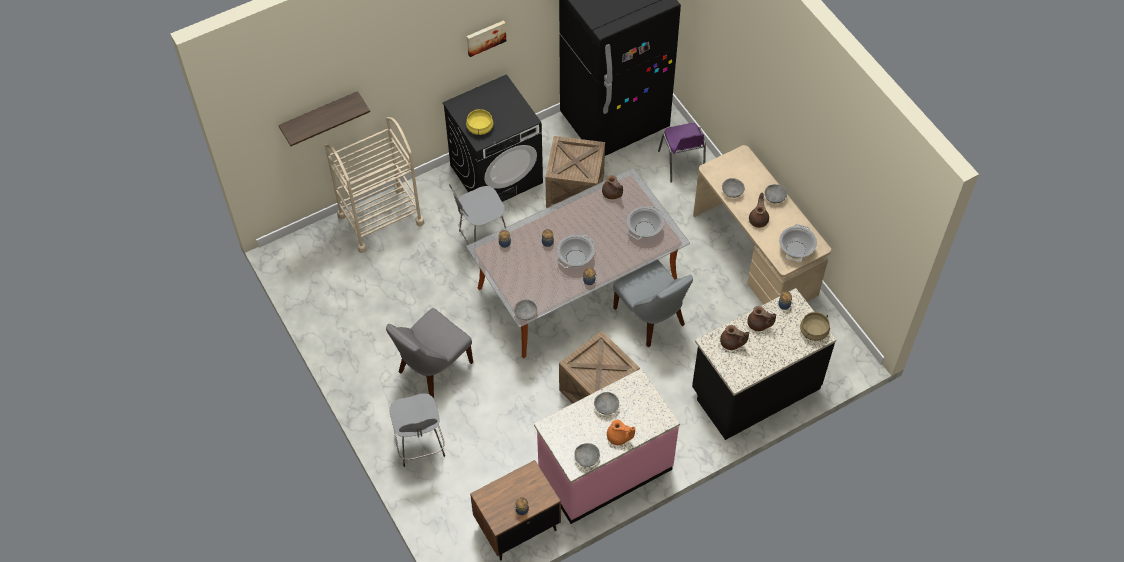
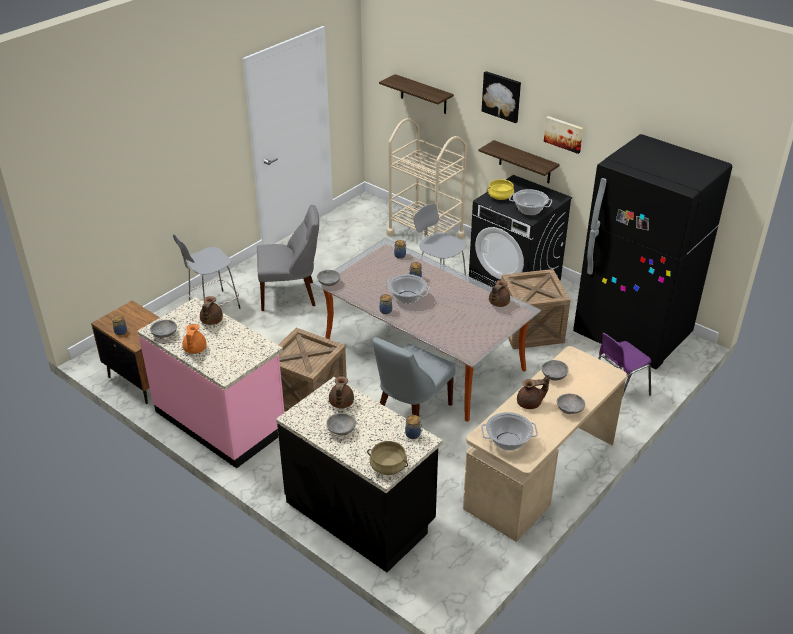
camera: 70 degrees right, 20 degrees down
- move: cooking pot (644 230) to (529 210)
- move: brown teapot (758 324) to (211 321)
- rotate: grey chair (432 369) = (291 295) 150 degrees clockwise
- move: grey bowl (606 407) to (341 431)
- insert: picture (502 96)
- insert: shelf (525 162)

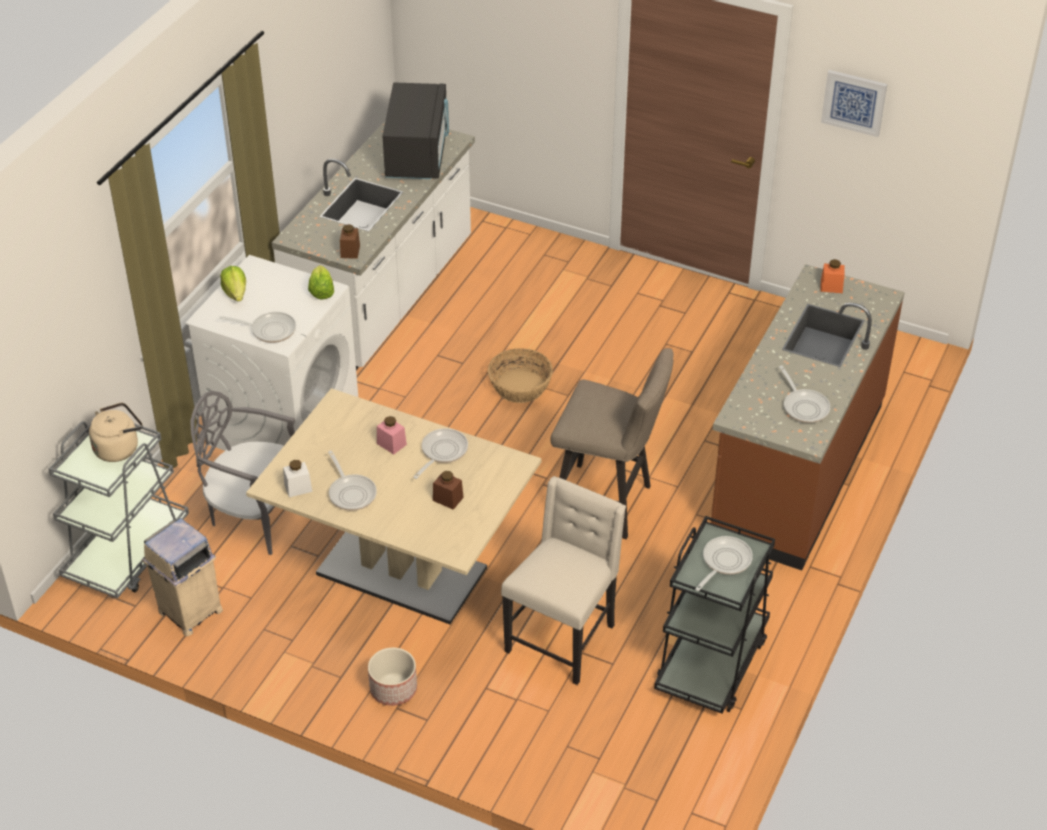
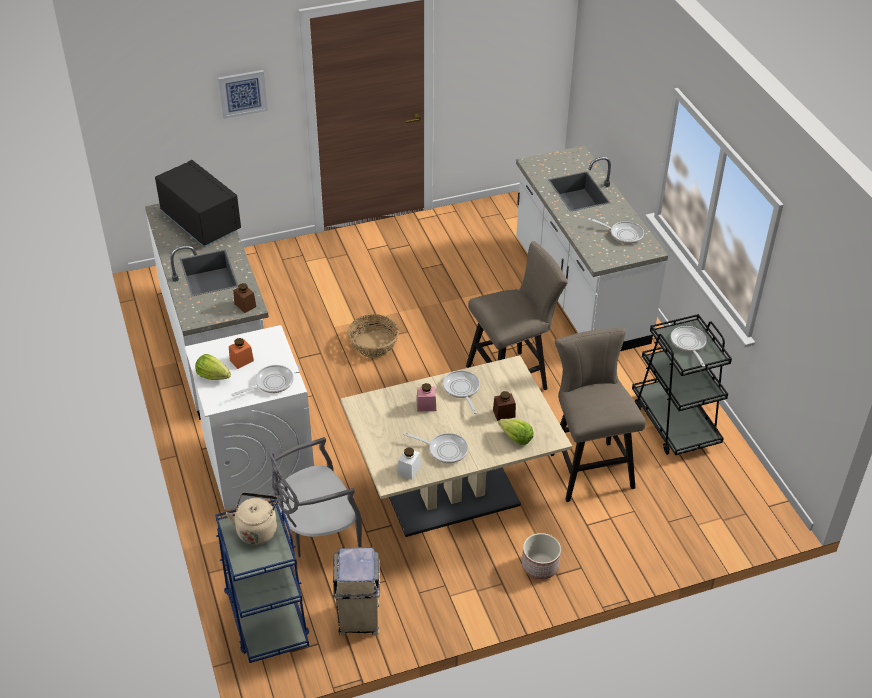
camera: 45 degrees left, 0 degrees up
- move: picture (854 102) to (242 93)
- move: orange jar (831 286) to (241 360)
- recolor: brown counter (796 469) to white counter (579 293)
- move: lettuce (321 291) to (516 438)
- recolor: grey cart (128 553) to blue cart (266 616)
- replace: beige chair (562 638) to beige stool (588 466)

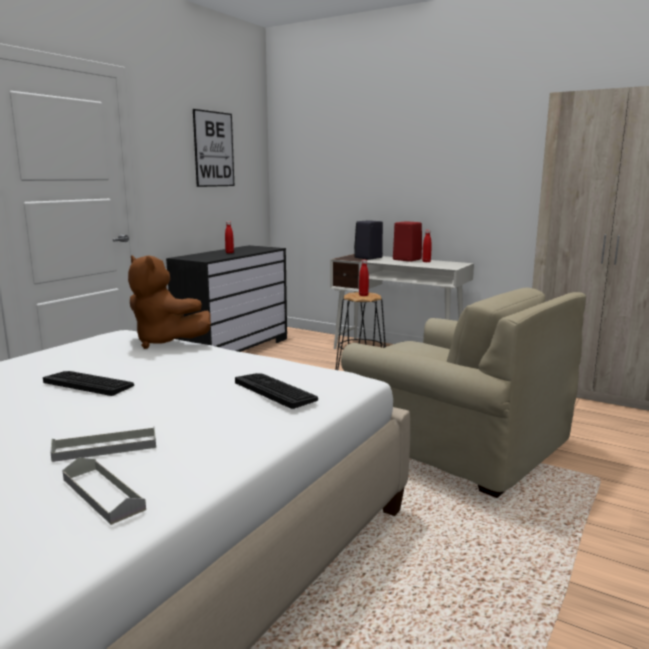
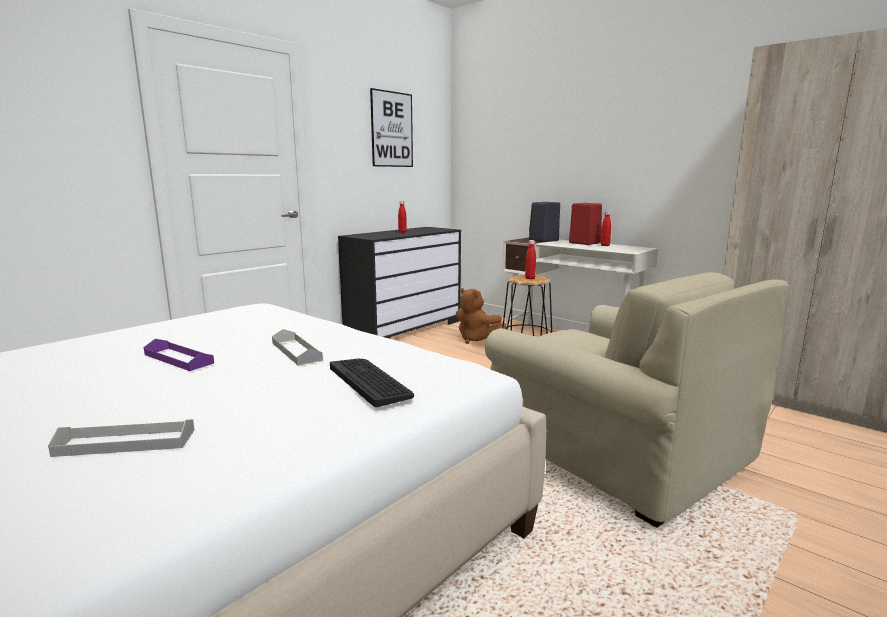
camera: 10 degrees right, 0 degrees up
- move: brown plush toy (165 342) to (476 340)
- replace: keyboard (89 383) to purple tray (178 359)
- move: grey tray (103 494) to (296 351)

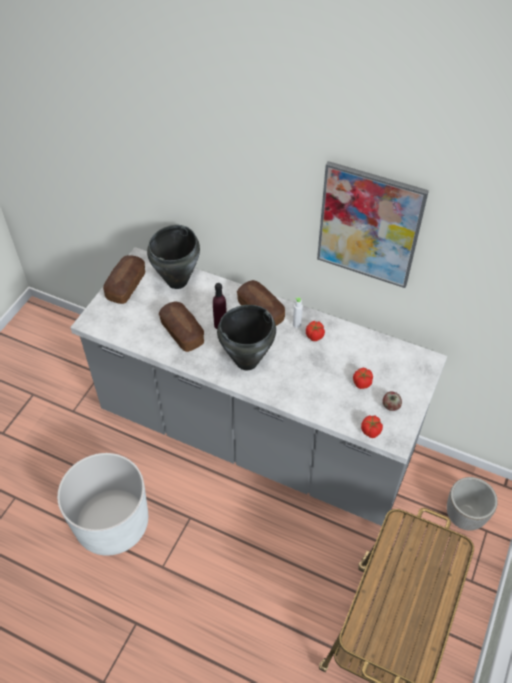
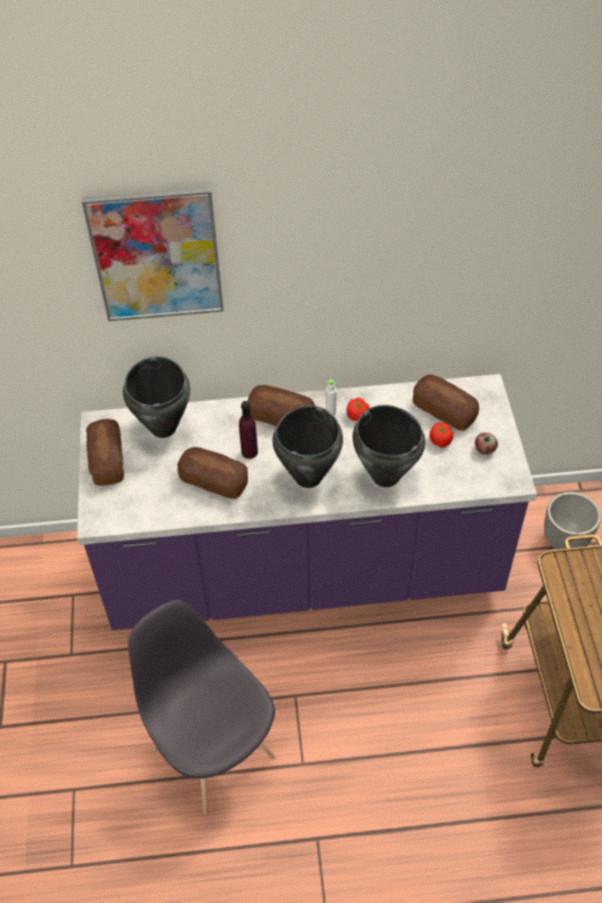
camera: 30 degrees left, 0 degrees up
- move: picture (369 225) to (156 255)
- recolor: grey counter (256 435) to purple counter (304 570)
- delete: tomato (371 431)
- replace: white planter (112 523) to grey chair (213 751)
- insert: bread (444 411)
- insert: black cooking pot (385 475)

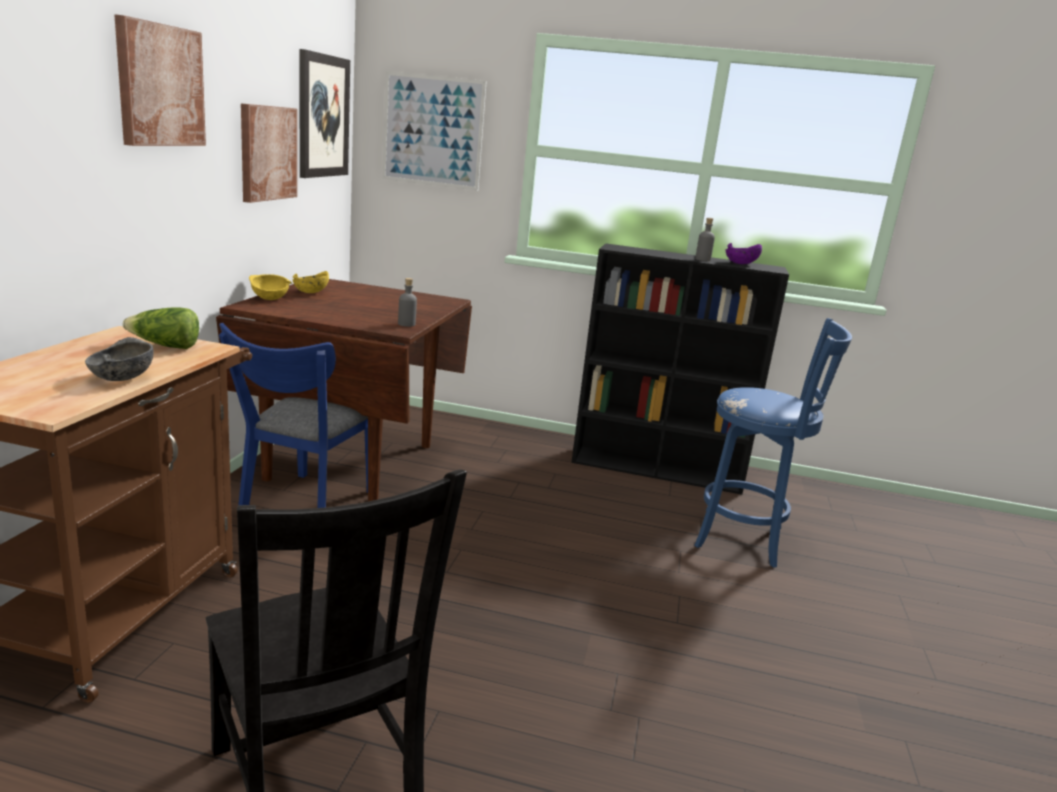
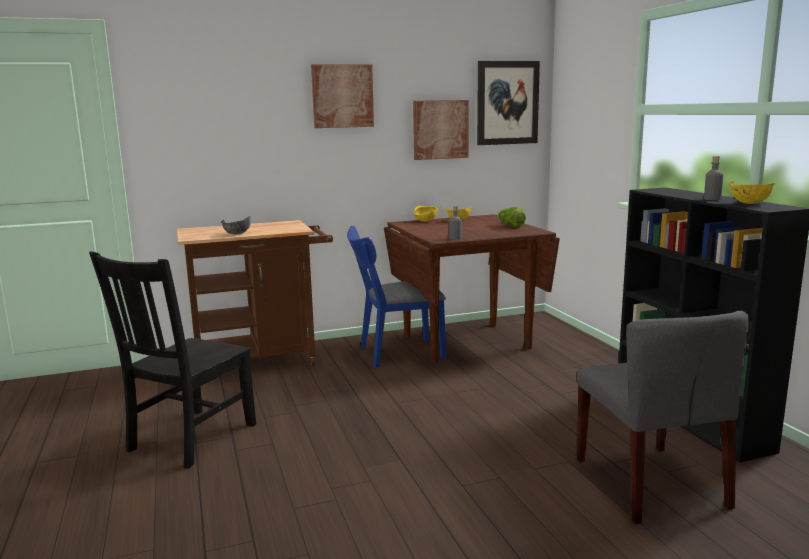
camera: 60 degrees right, 5 degrees down
- delete: picture (433 131)
- recolor: purple bowl (740 263) to yellow bowl (749 203)
- move: lettuce (165 346) to (510 226)
- replace: blue stool (745 539) to grey chair (651 483)

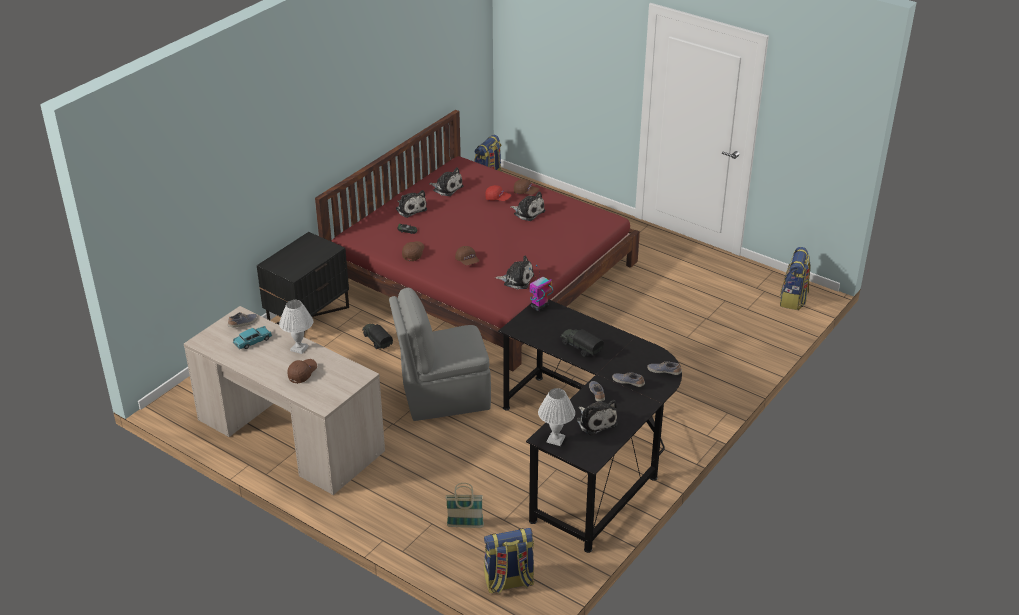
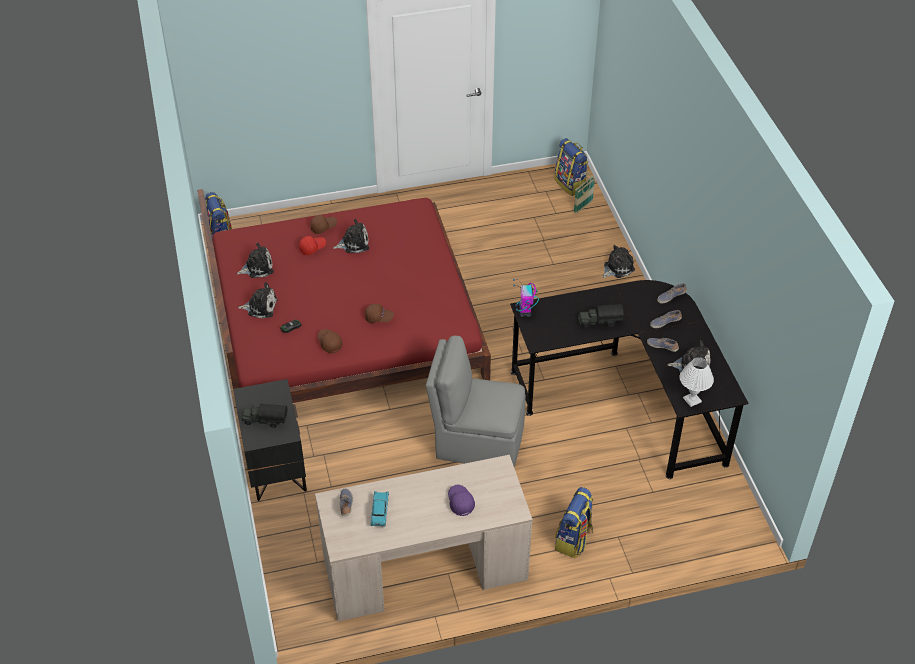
camera: 50 degrees left, 10 degrees up
- move: plush toy (516 280) to (617 268)
- rotate: grey chair (443 397) = (477 441) 75 degrees clockwise
- delete: white table lamp (299 348)
- move: toy truck (377 341) to (264 420)
- recolor: brown cap (302 374) to purple cap (460 502)
- move: basket (465 525) to (583 207)
- move: backpack (508 582) to (573 540)

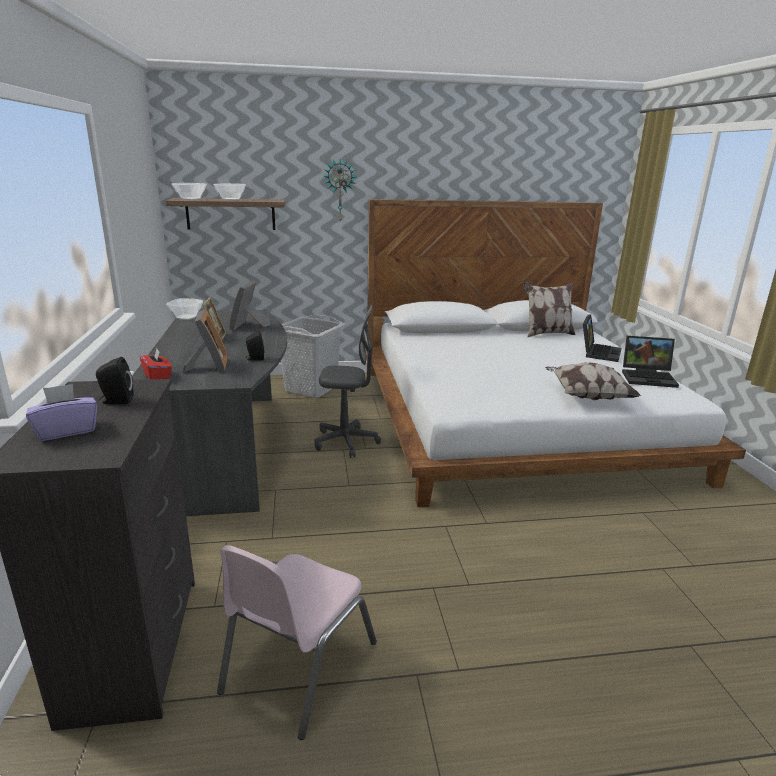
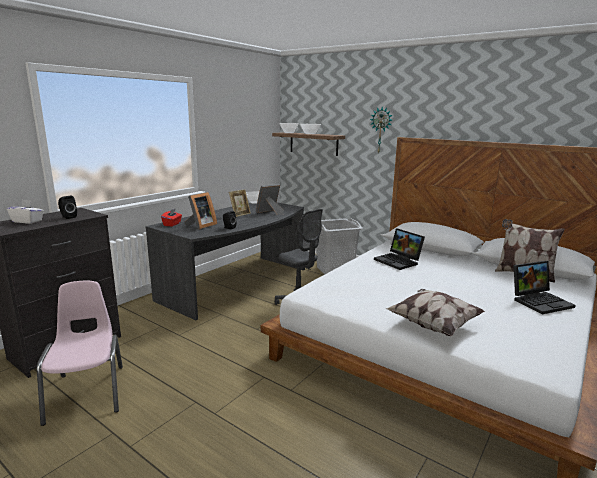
camera: 45 degrees right, 5 degrees down
- move: laptop (649 377) to (399 261)
- recolor: purple tissue box (67 431) to white tissue box (27 221)
- rotate: pink chair (298 666) = (87 393) 90 degrees clockwise

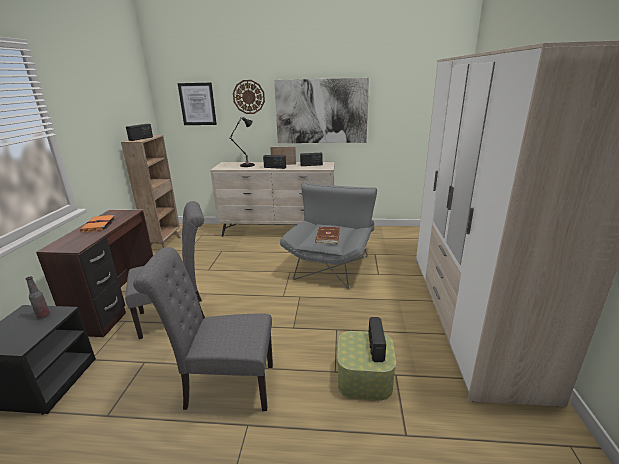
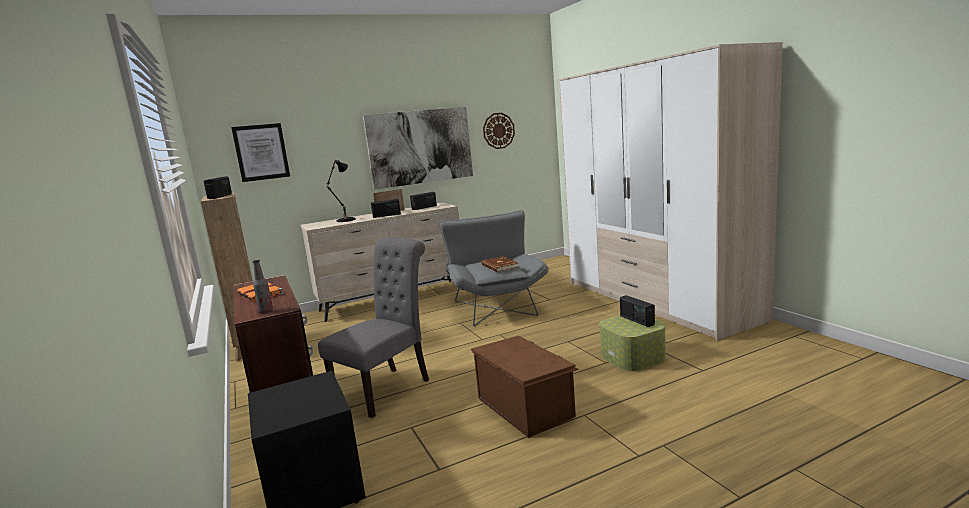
camera: 30 degrees left, 10 degrees down
- move: wall clock (249 97) to (498 130)
- replace: grey chair (224 386) to brown storage box (525 406)
- move: bottle (43 315) to (266 311)

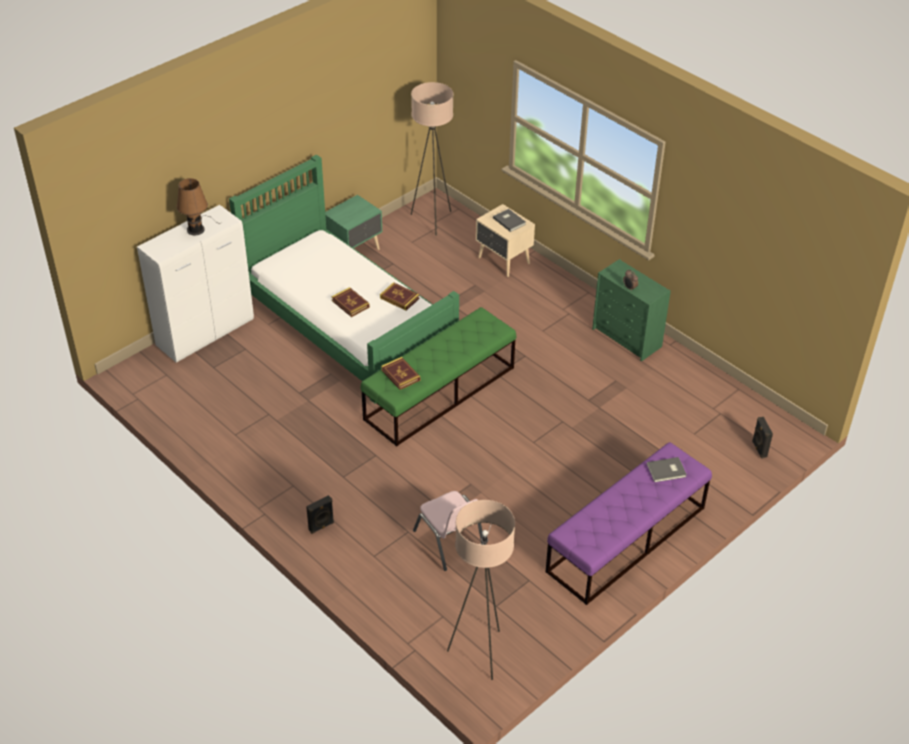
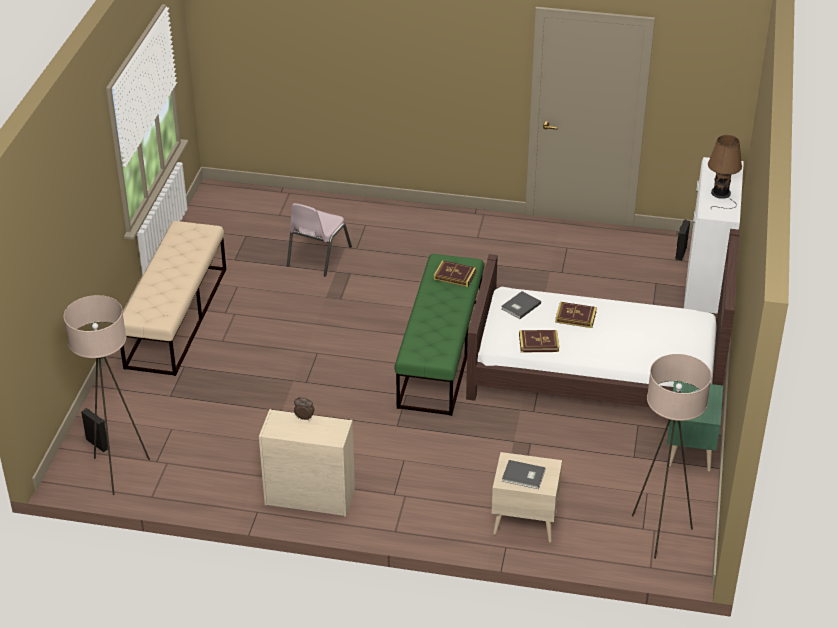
camera: 145 degrees right, 5 degrees down
- recolor: green bed (347 323) to brown bed (597 373)
- recolor: green dresser (627 338) to beige dresser (308 496)
- recolor: purple bench (626 540) to beige bench (177 317)
- move: grey book (667 471) to (519 306)
- rotate: pink chair (449 541) = (318 256) 90 degrees counterclockwise
- move: black speaker (321 527) to (680 253)
- move: beige floor lamp (480 653) to (118 471)

